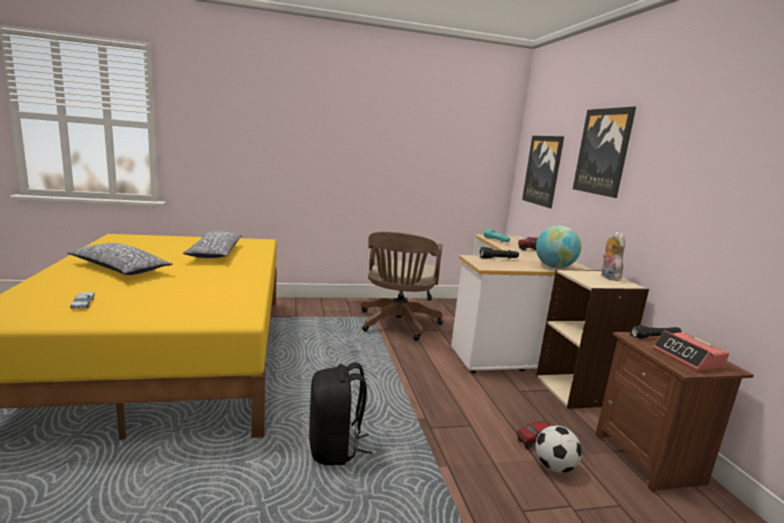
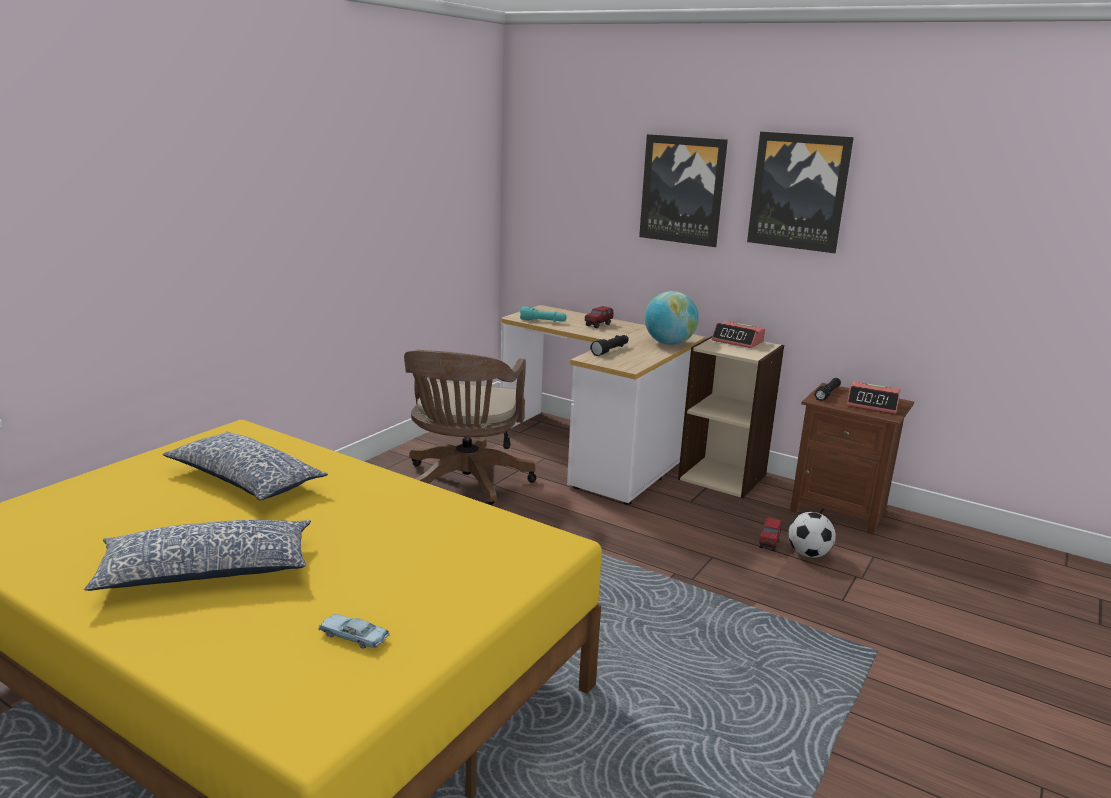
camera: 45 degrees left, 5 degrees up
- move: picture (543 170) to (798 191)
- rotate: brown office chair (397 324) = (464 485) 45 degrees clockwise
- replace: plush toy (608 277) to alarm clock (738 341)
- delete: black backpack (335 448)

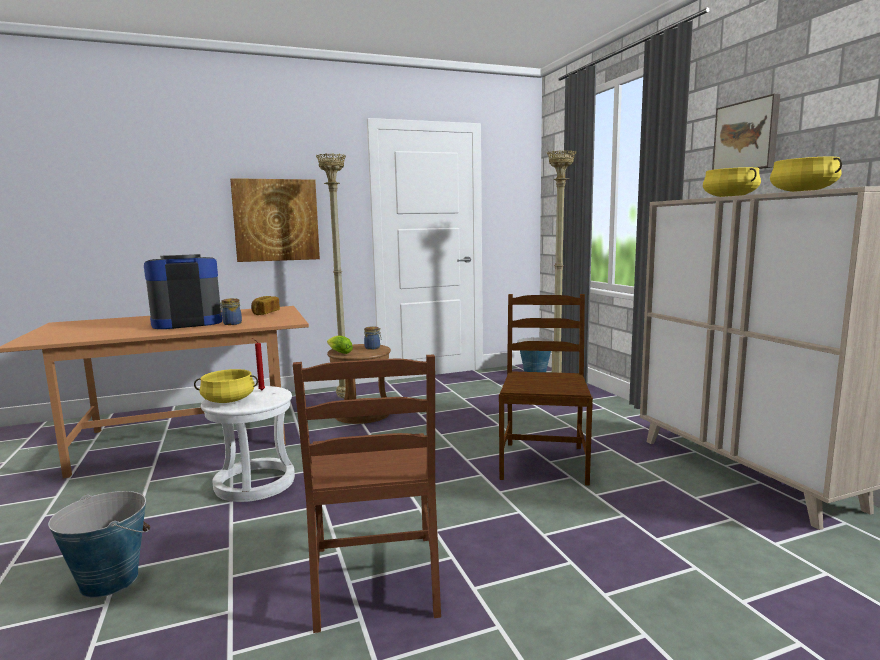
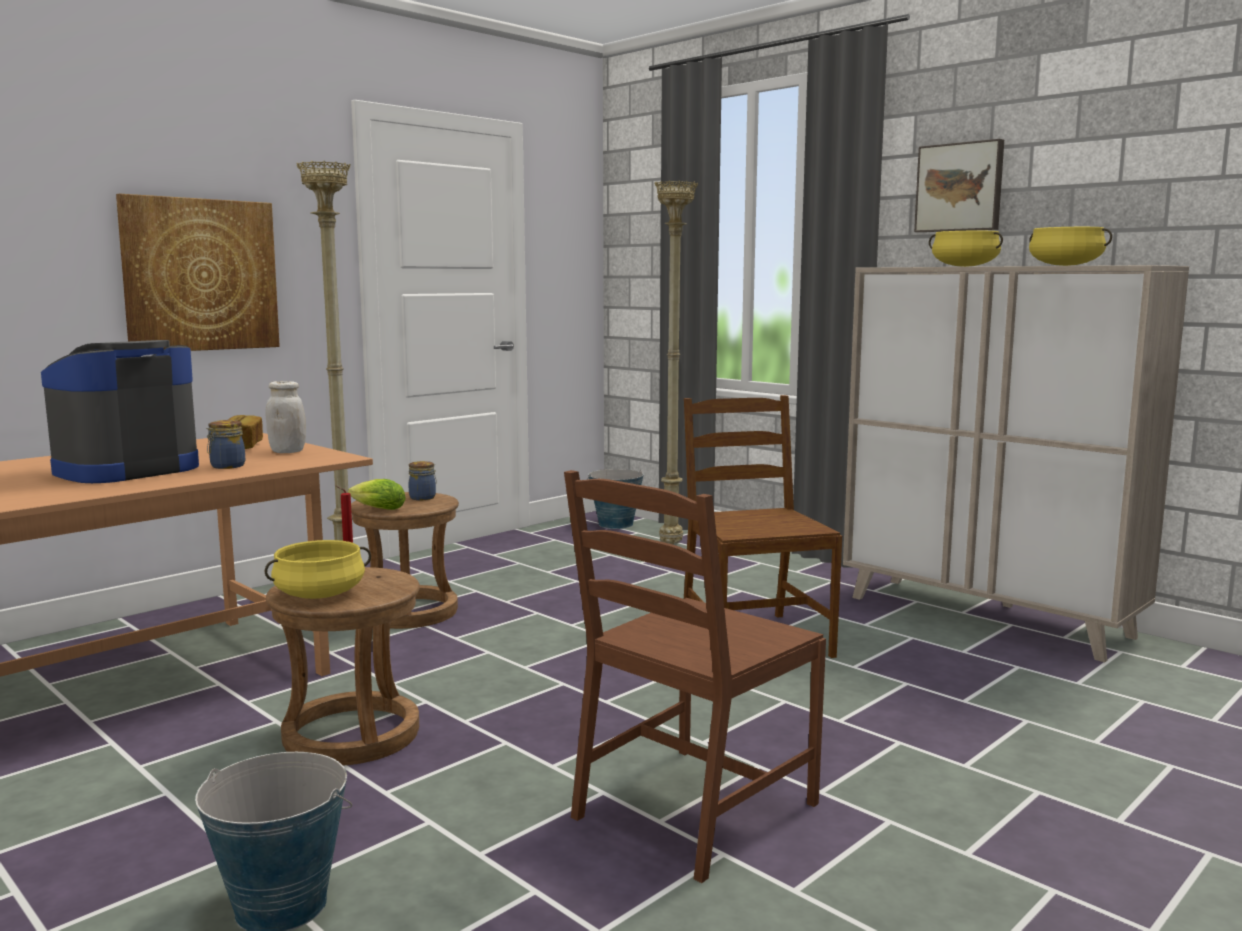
camera: 25 degrees left, 0 degrees up
- rotate: brown chair (376 580) = (693 810) 75 degrees clockwise
- recolor: white stool (254 483) to brown stool (352 735)
- insert: white jar (287 451)

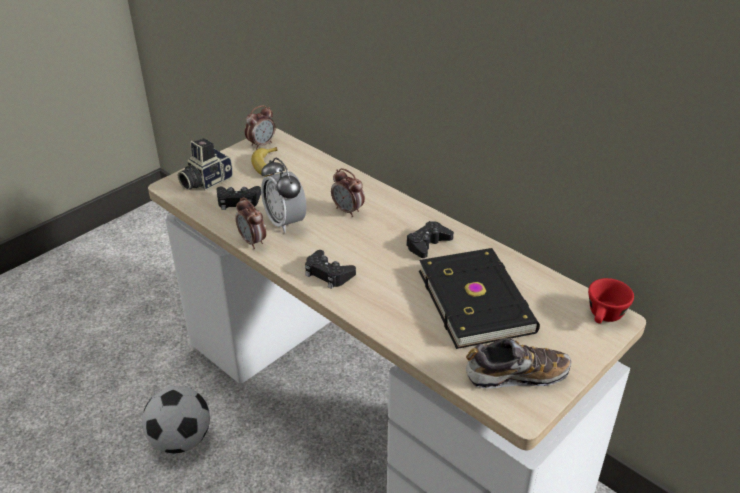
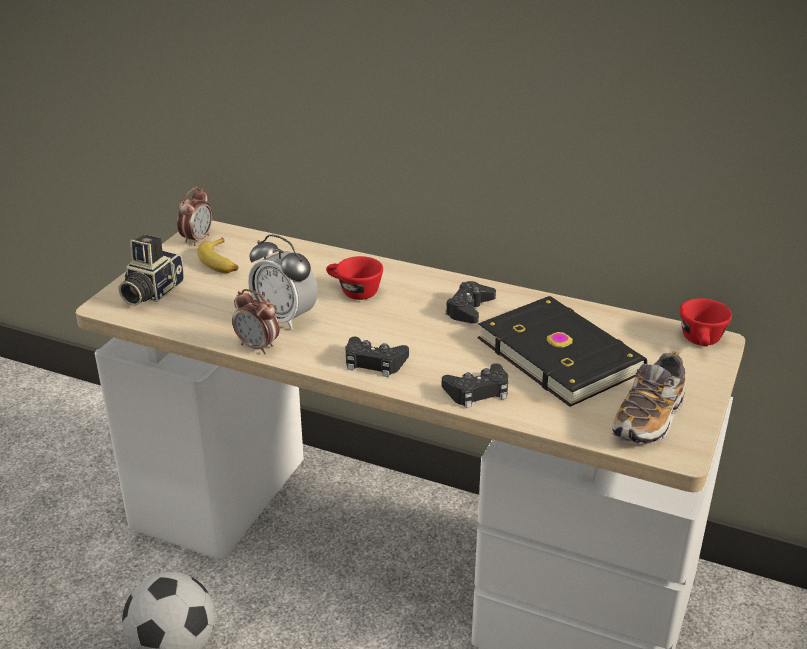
camera: 20 degrees left, 5 degrees down
- replace: alarm clock (348 211) to red cup (353 292)
- move: black game controller (238 201) to (477 391)
- rotate: shoe (515 376) = (649 418) 150 degrees clockwise

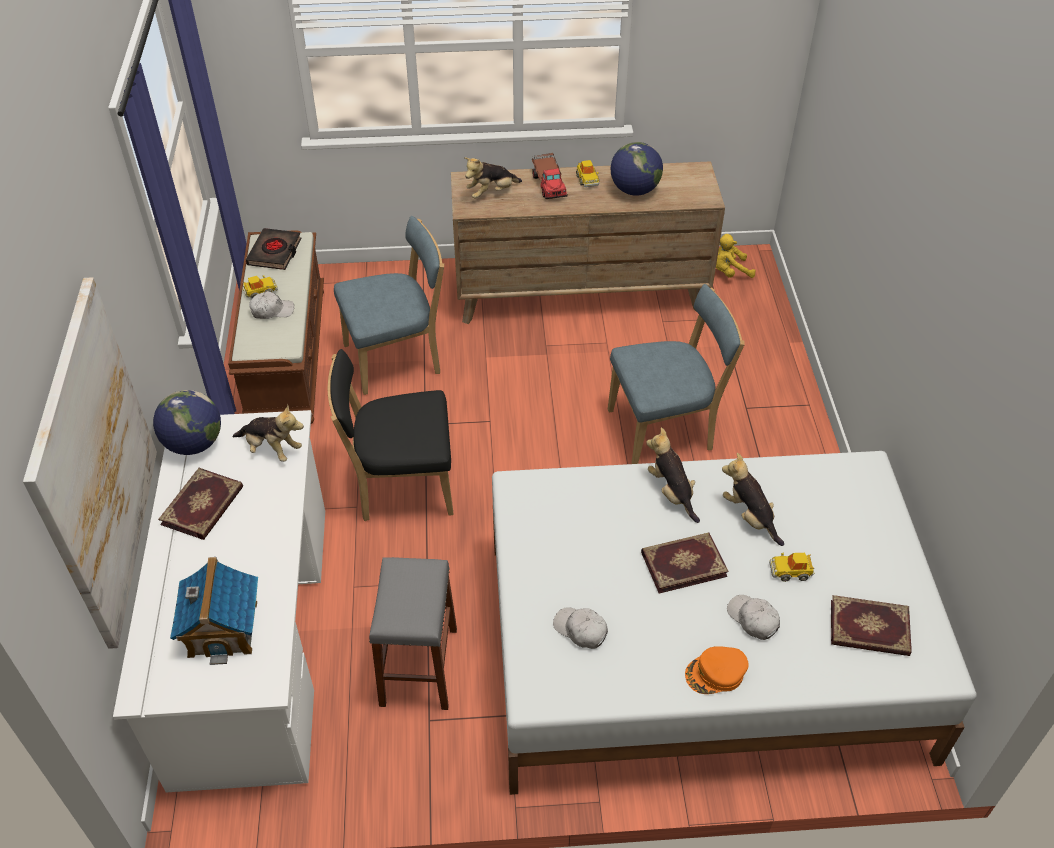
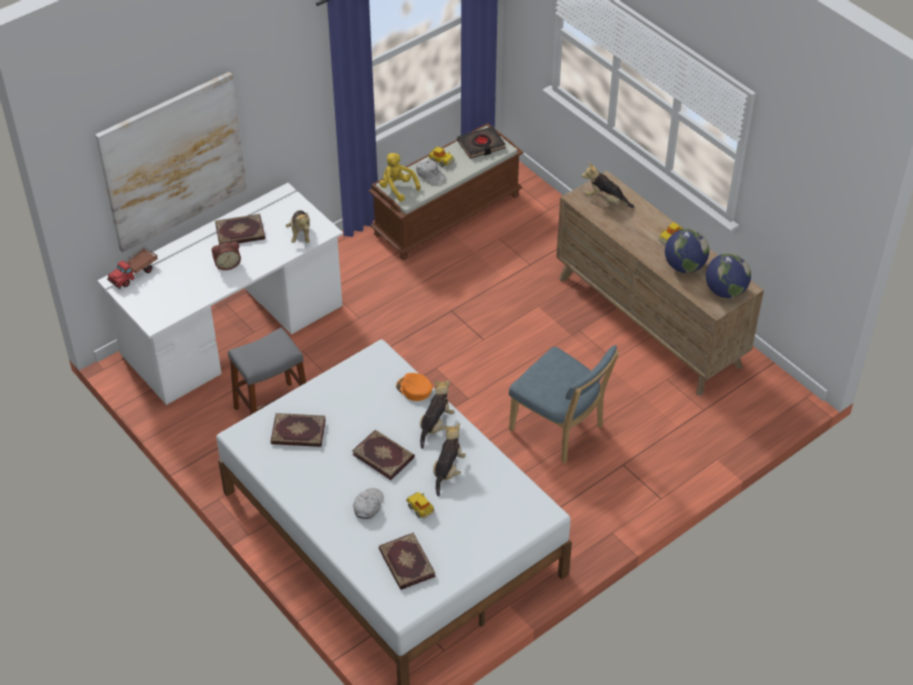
camera: 55 degrees right, 0 degrees up
- move: toy truck (549 183) to (134 273)
- delete: blue chair (397 359)
- move: yellow plush toy (729 272) to (397 188)
- delete: black chair (400 486)
- move: globe (194 444) to (725 291)
- delete: toy house (223 628)
- replace: white cap (580 630) to book (298 433)
- move: orange cap (716 673) to (414 389)
- insert: alarm clock (227 264)

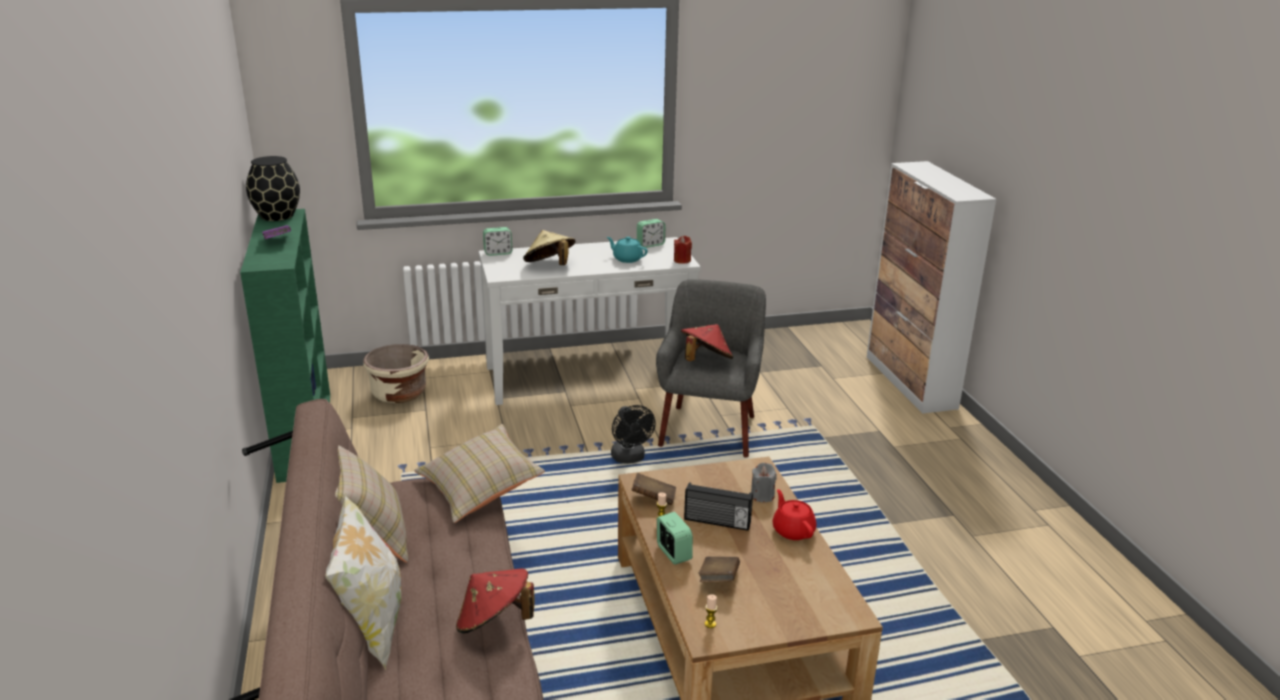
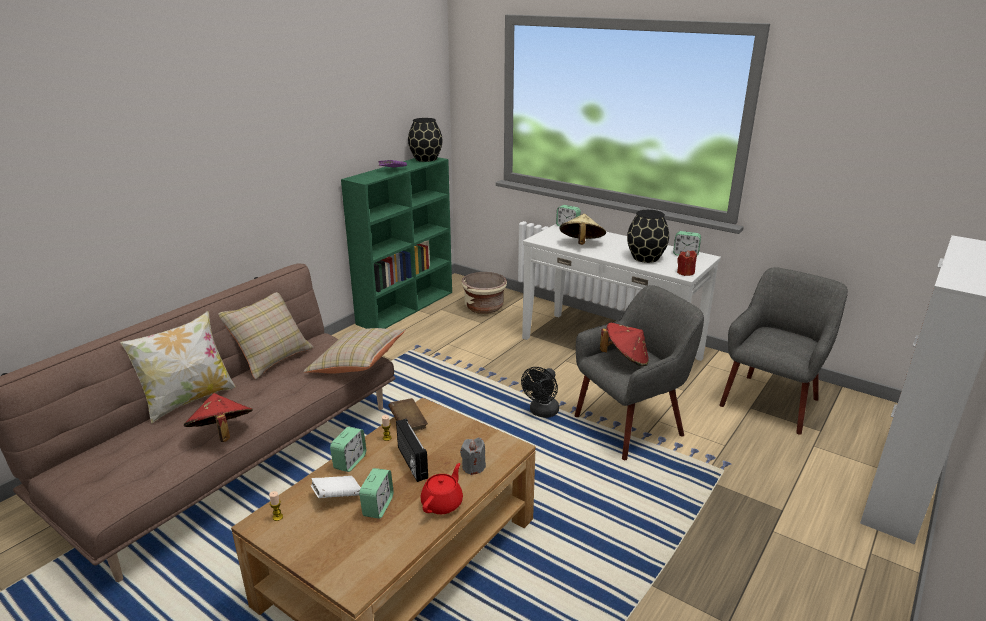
camera: 50 degrees right, 0 degrees up
- replace: turquoise teapot (627 259) to black vase (645 257)
- recolor: brown book (718 579) to white book (337 496)
- insert: grey armchair (771 402)
- insert: alarm clock (378 507)

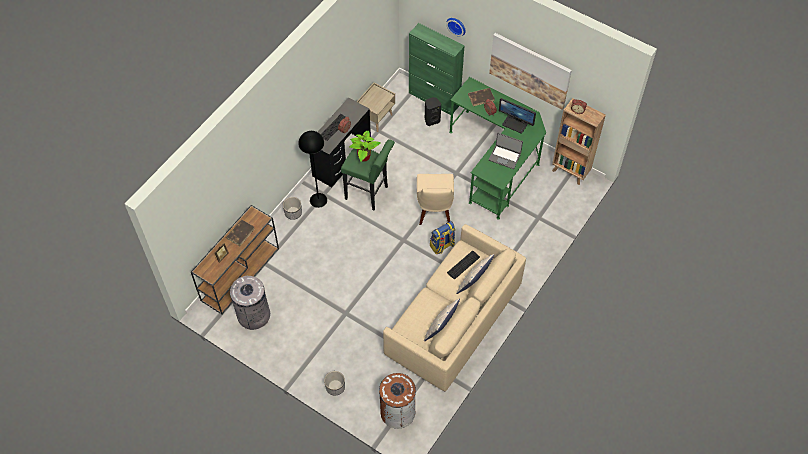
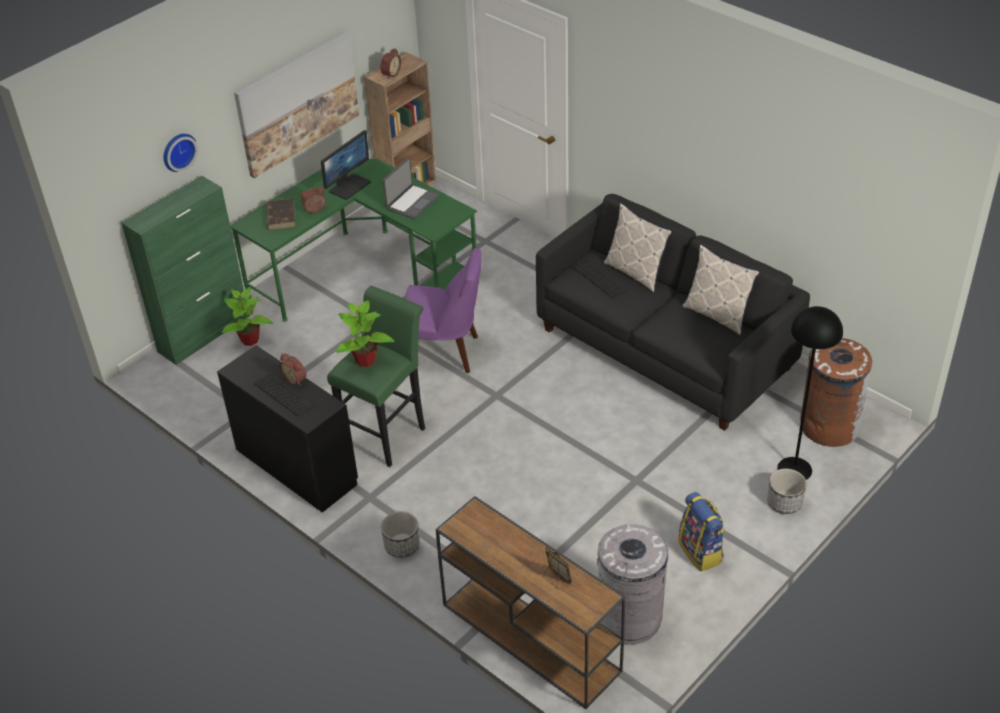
camera: 80 degrees left, 15 degrees down
- delete: beige nightstand (376 118)
- replace: black speaker (431 120) to potted plant (250 340)
- move: black floor lamp (318 200) to (794 469)
- recolor: beige chair (434 210) to purple chair (444 352)
- delete: brown book (240 233)
- move: backpack (442 246) to (701 552)
- recolor: beige sofa (453 322) to black sofa (665 348)

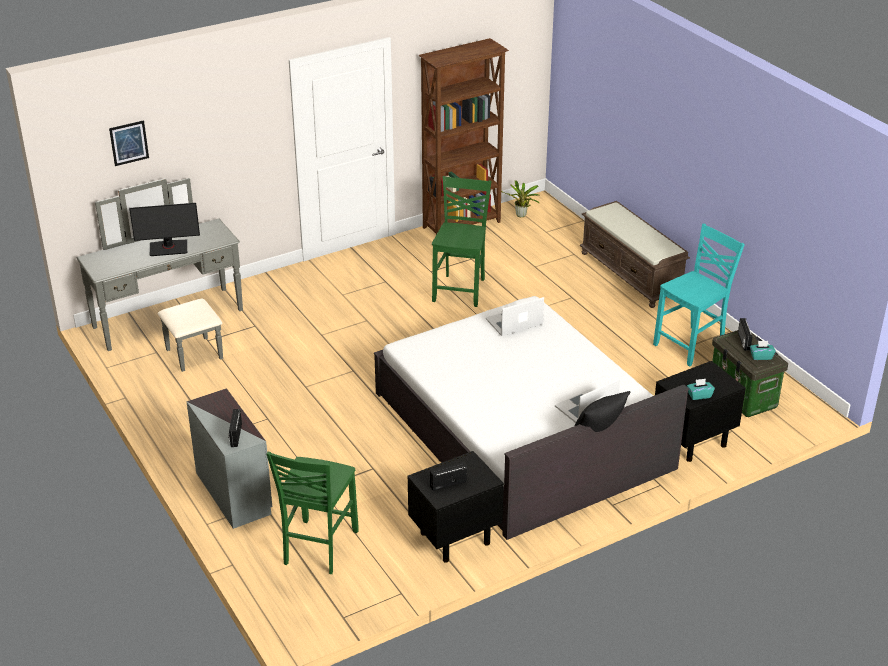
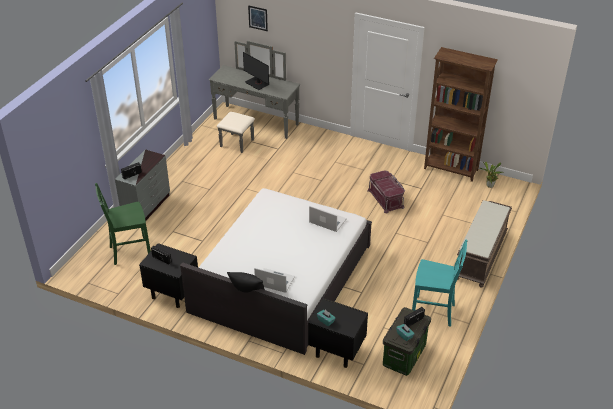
camera: 55 degrees right, 5 degrees up
- replace: green chair (460 290) to red storage box (386 198)

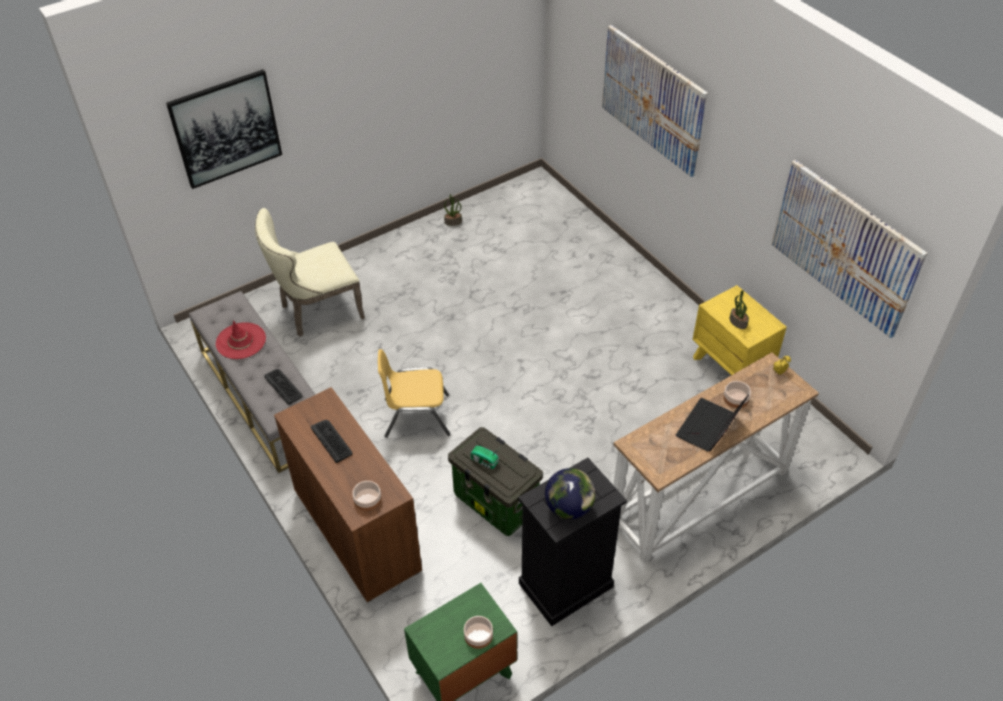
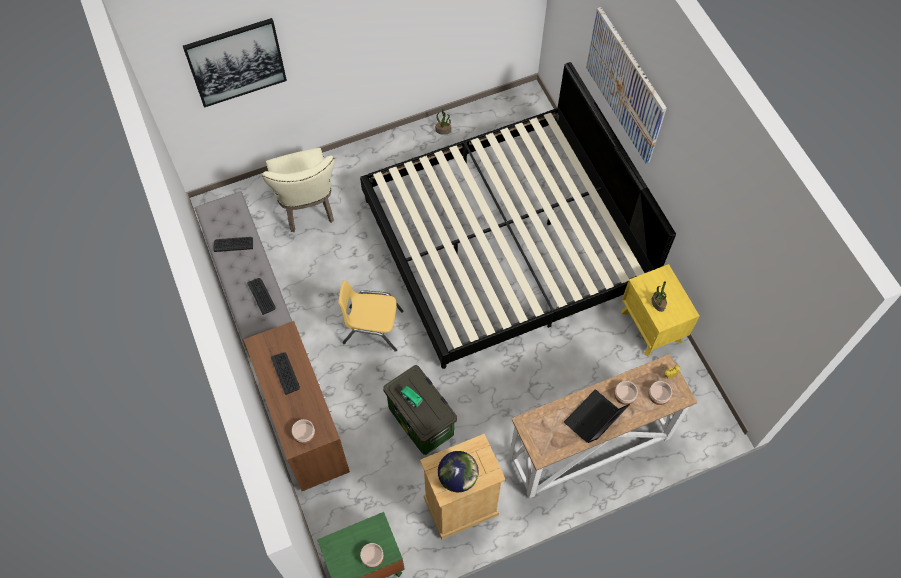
camera: 10 degrees right, 15 degrees up
- delete: picture (844 247)
- rotate: beige chair (316 311) = (307 207) 90 degrees counterclockwise
- replace: red hat (241 341) to keyboard (233 244)
- recolor: black dresser (565 585) to beige dresser (460 506)
- insert: bed (505 243)
- insert: bowl (659 394)

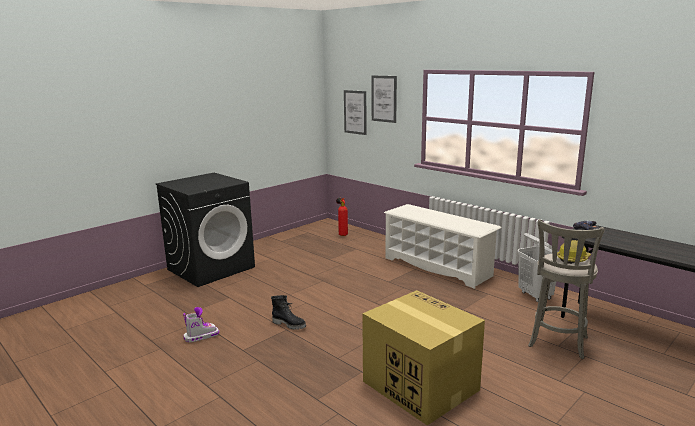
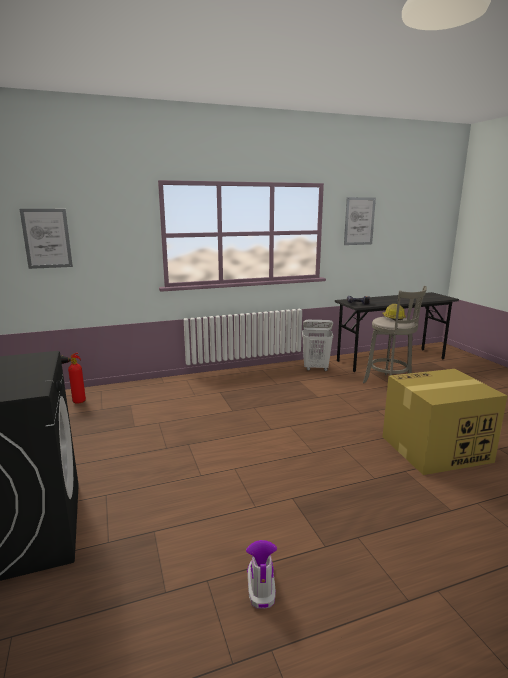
camera: 65 degrees left, 0 degrees up
- move: picture (384 98) to (359 221)
- delete: white shoe rack (438 267)
- delete: black boot (289 324)

